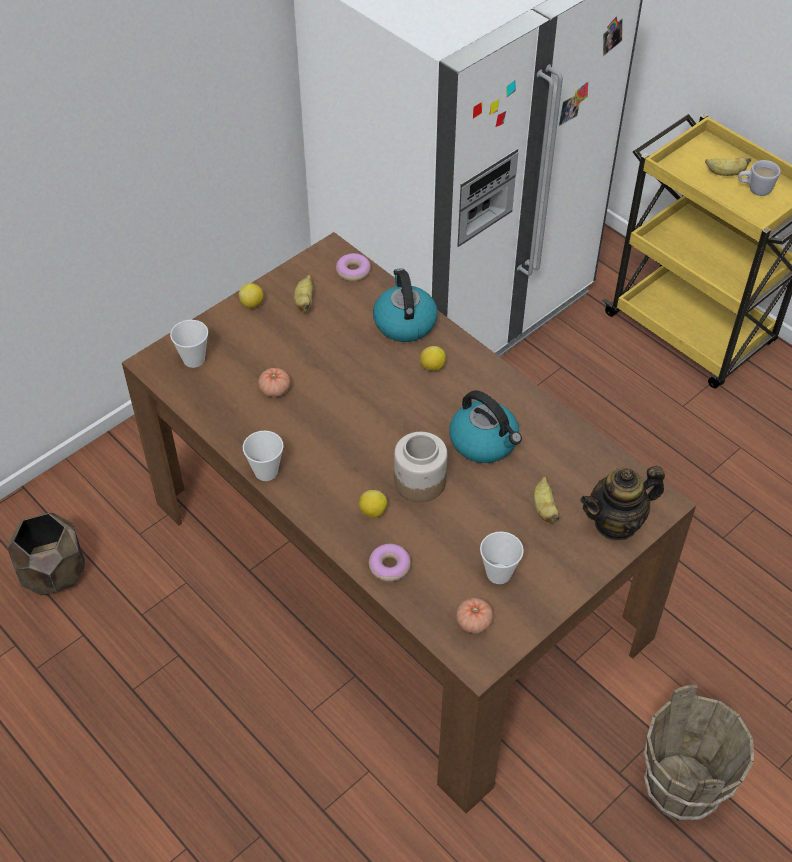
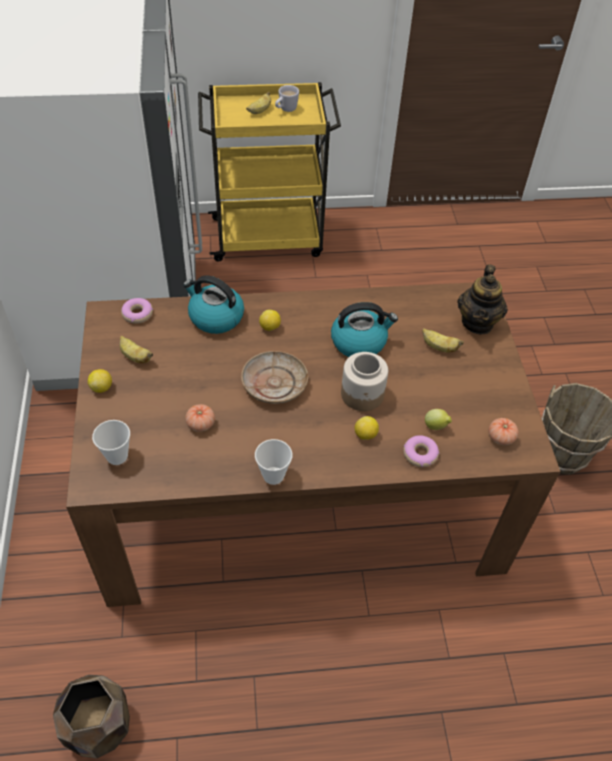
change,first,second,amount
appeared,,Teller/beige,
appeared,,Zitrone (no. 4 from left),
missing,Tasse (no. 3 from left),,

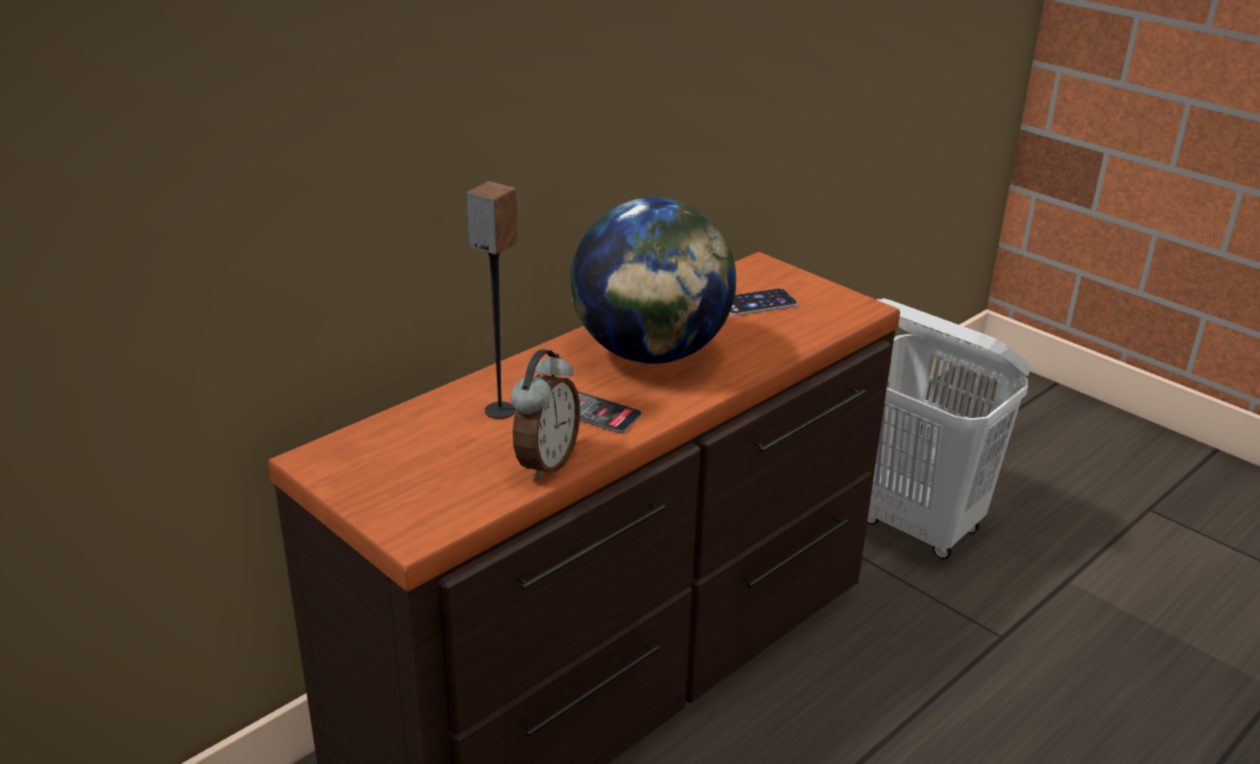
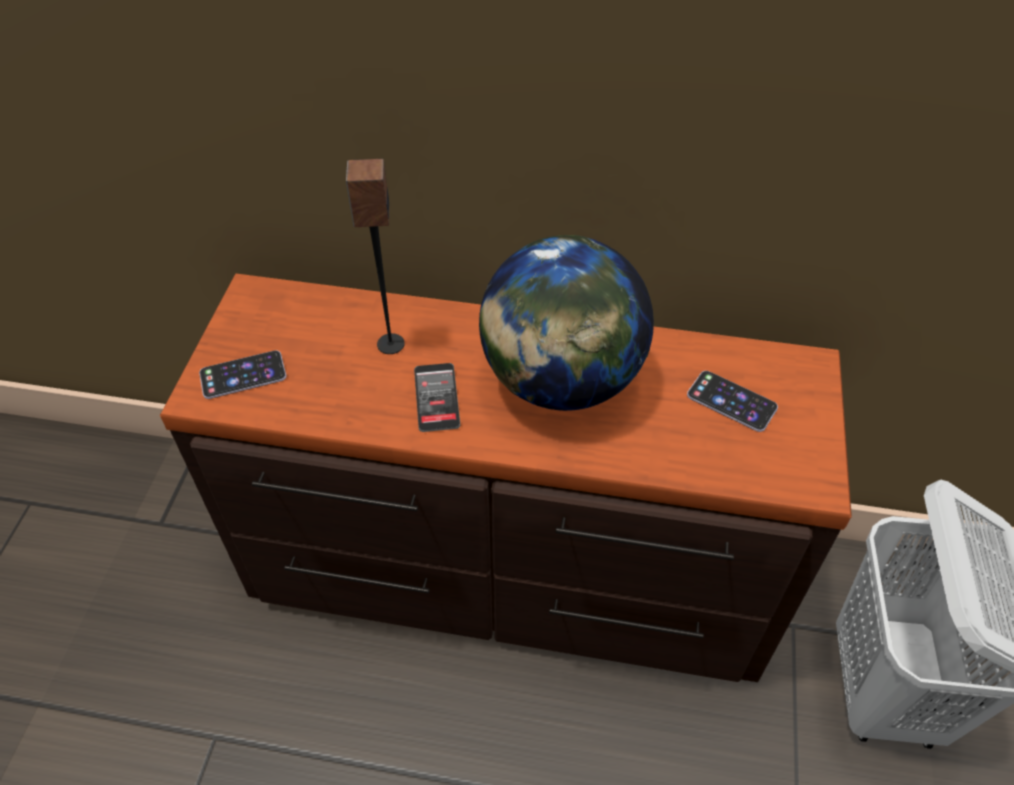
change,first,second,amount
appeared,,Handy (no. 1 from left),
missing,Wecker,,

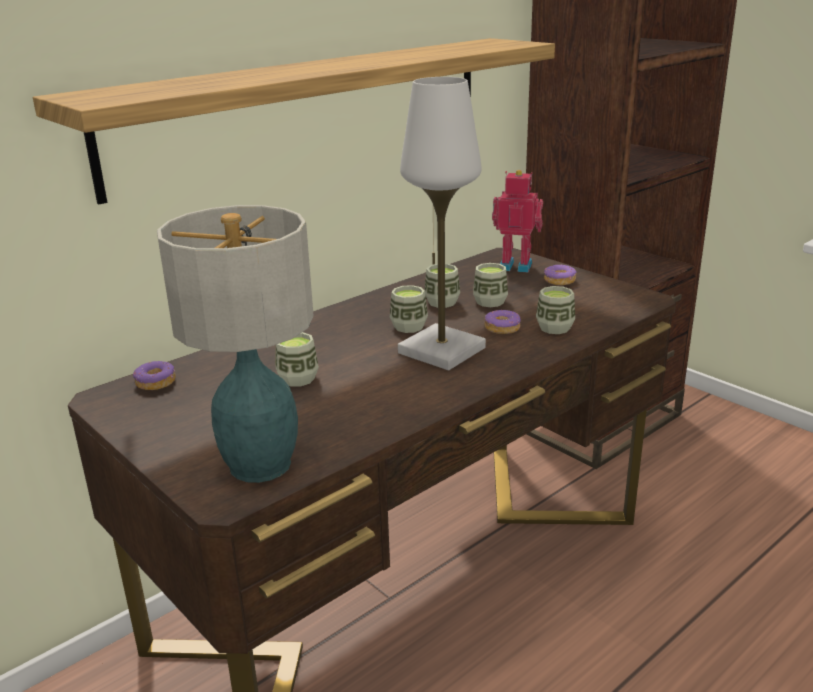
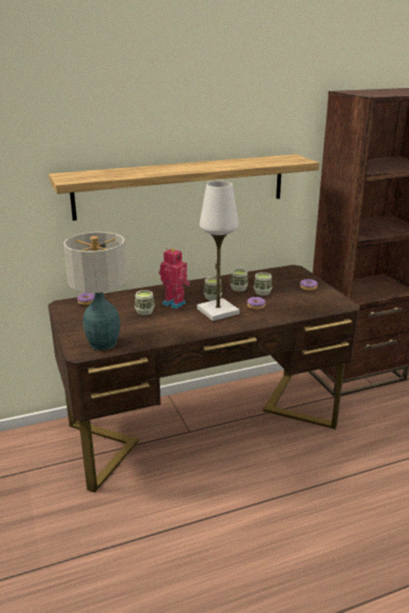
change,first,second,amount
relocated,Spielzeugroboter,,
missing,Tasse (no. 5 from left),,

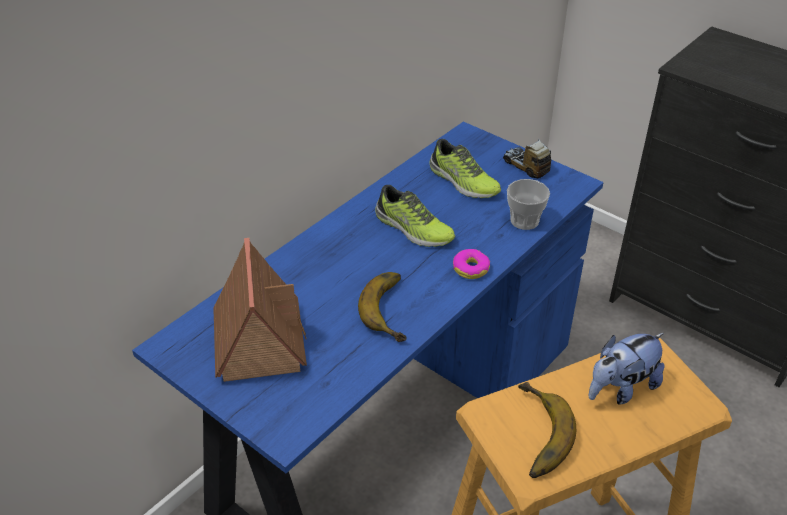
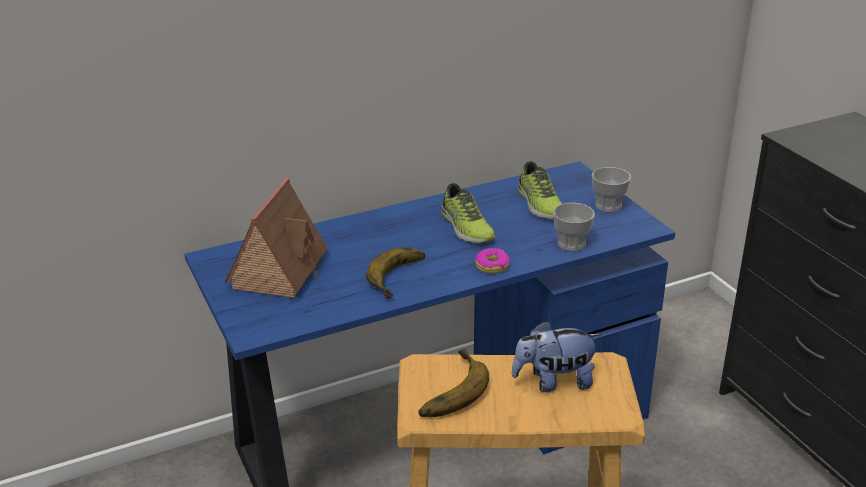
change,first,second,amount
exchanged,Spielzeuglaster,Tasse (no. 2 from left),

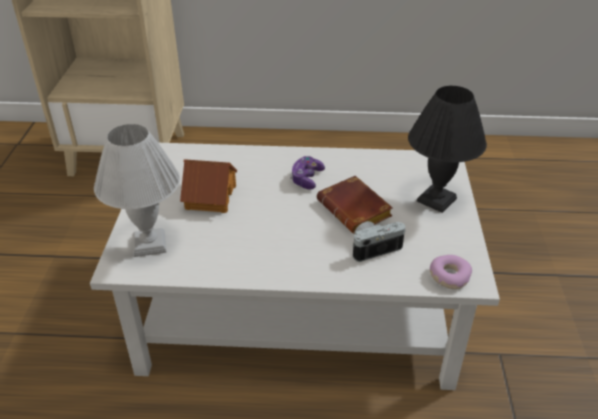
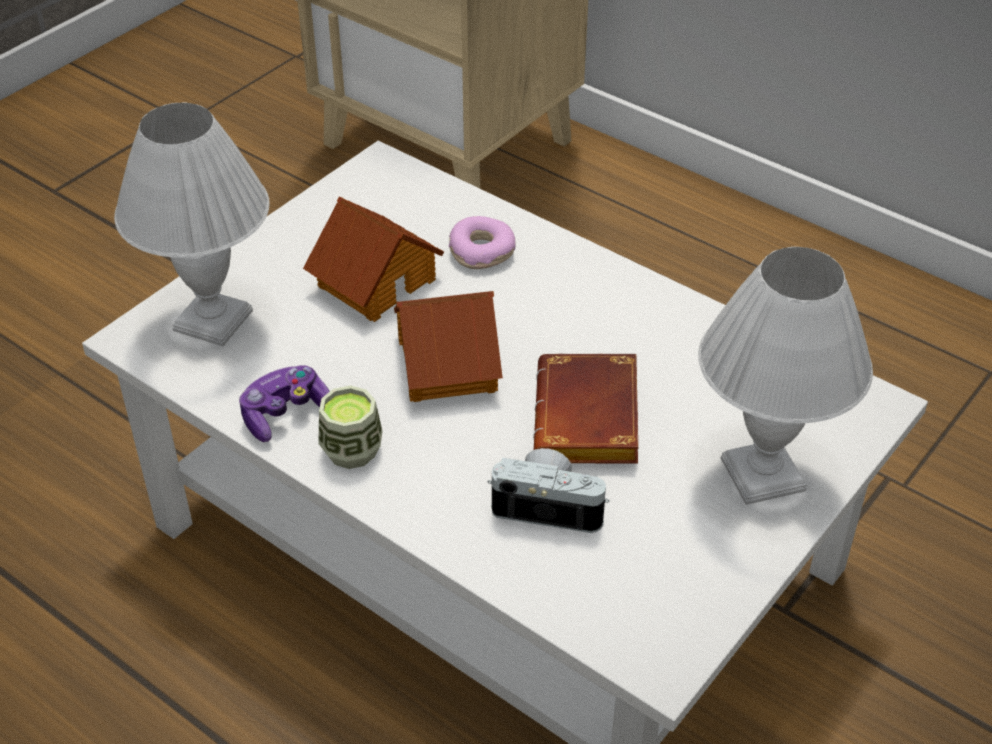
change,first,second,amount
relocated,Gamepad,,
appeared,,Tasse,
appeared,,Spielzeughaus (no. 2 from left),
relocated,Donut,,
colour,Tischlampe/schwarz,Tischlampe/weiß (no. 2 from left),

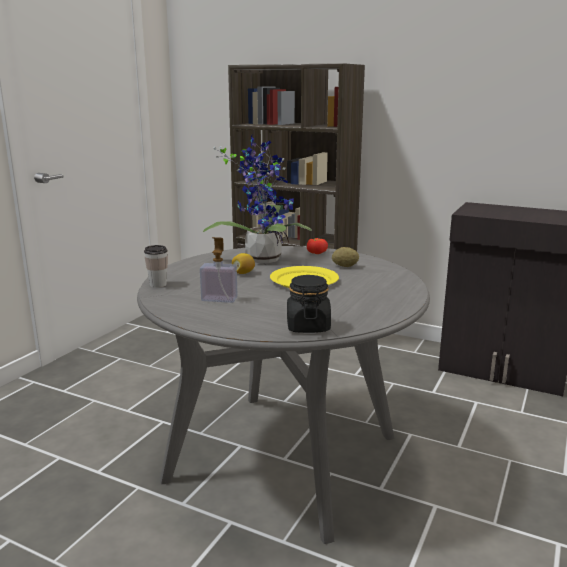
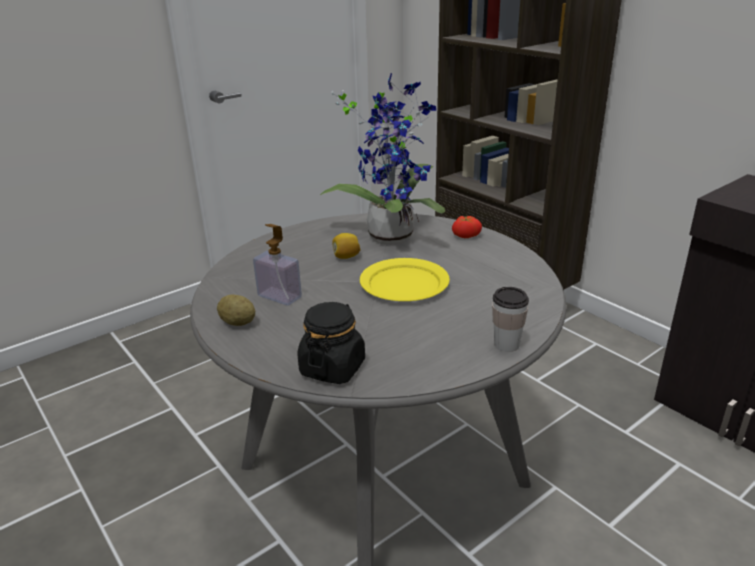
change,first,second,amount
relocated,Kartoffel,,
relocated,Tasse,,

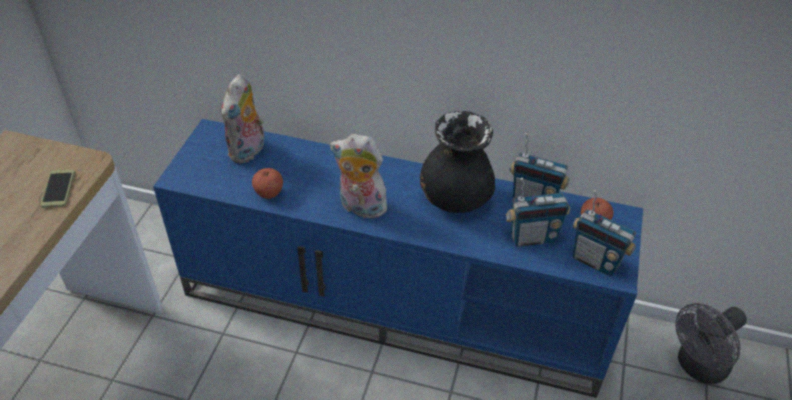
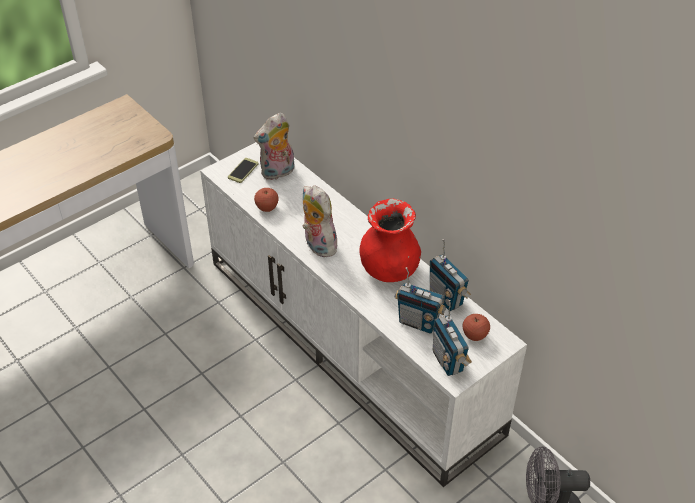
change,first,second,amount
colour,Fernsehschrank/blau,Fernsehschrank/weiß,
relocated,Handy,,
colour,Vase/schwarz,Vase/rot,

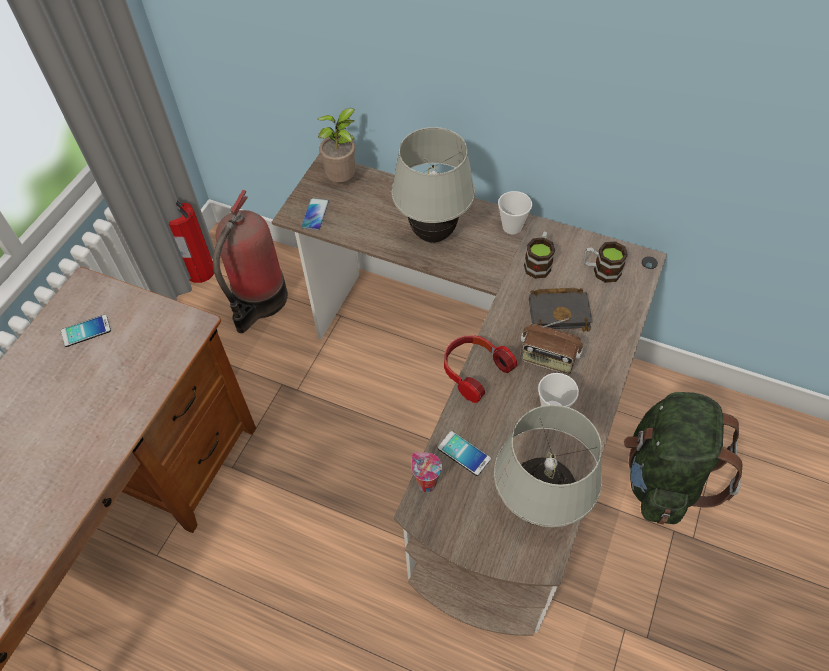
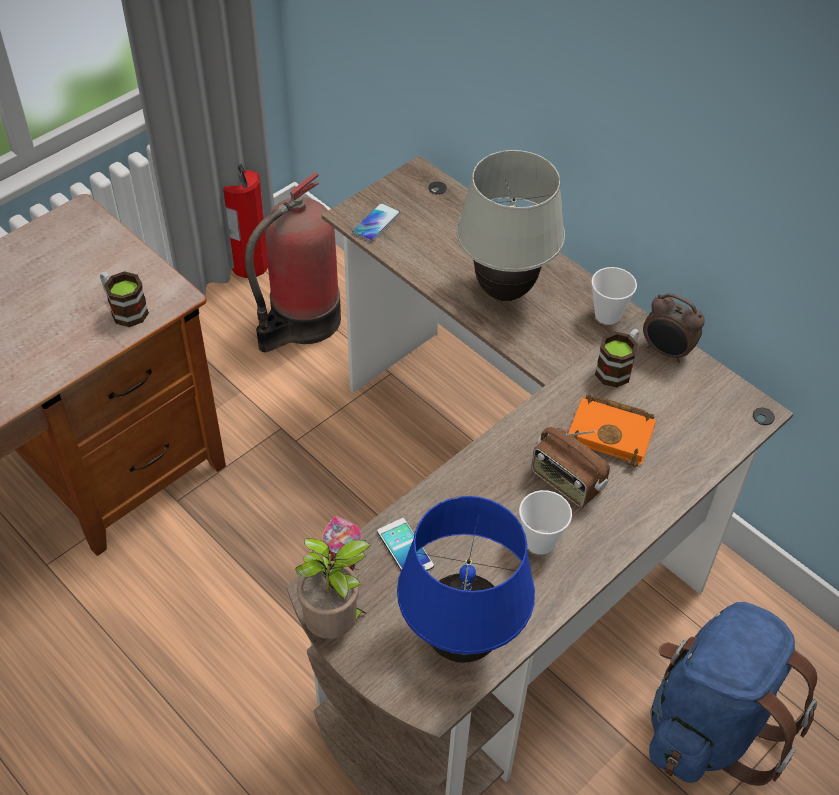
change,first,second,amount
relocated,Henkelbecher (no. 2 from left in the first image),Henkelbecher (no. 1 from left),
relocated,Topfpflanze,,
colour,Tischlampe/weiß (no. 2 from left),Tischlampe/blau,
colour,Buch/schwarz,Buch/orange,
appeared,,Wecker,
colour,Rucksack/grün,Rucksack/blau,
missing,Handy (no. 1 from left),,
missing,Kopfhörer,,

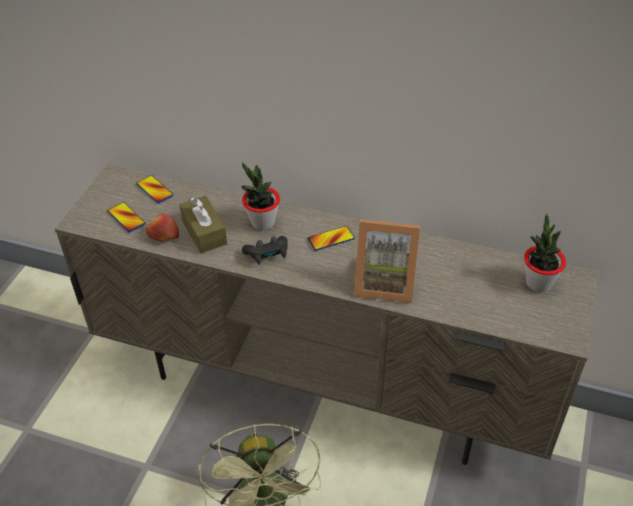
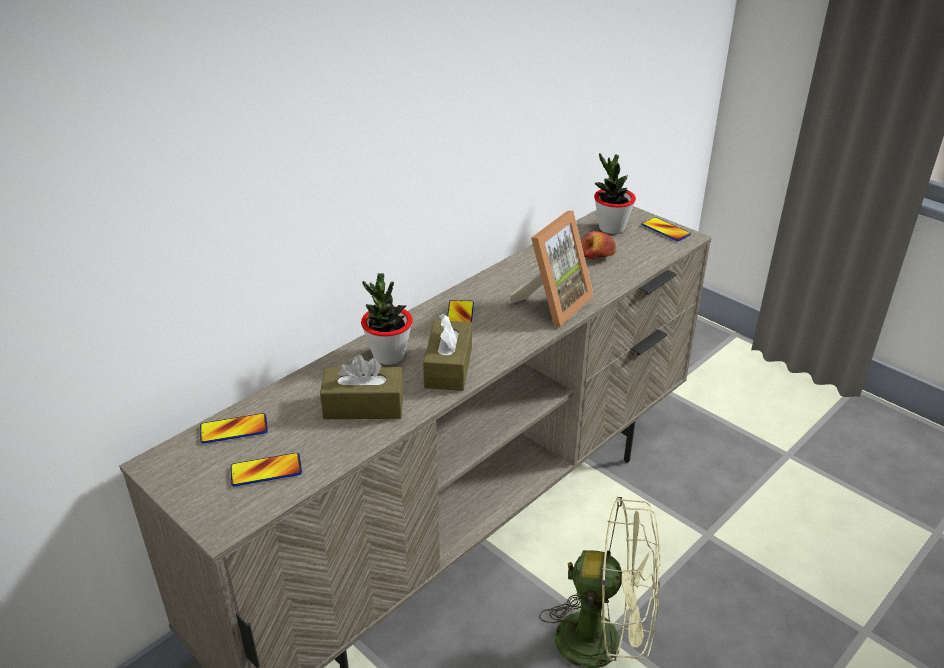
change,first,second,amount
exchanged,Gamepad/schwarz,Taschentuchbox/braun (no. 2 from left),
relocated,Apfel,,
appeared,,Handy (no. 4 from left),

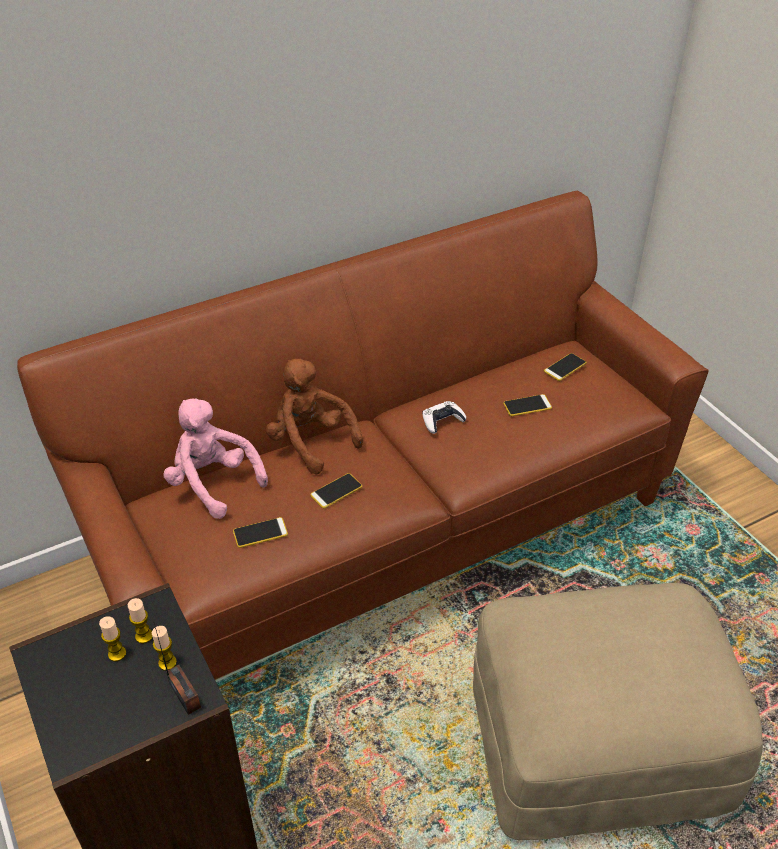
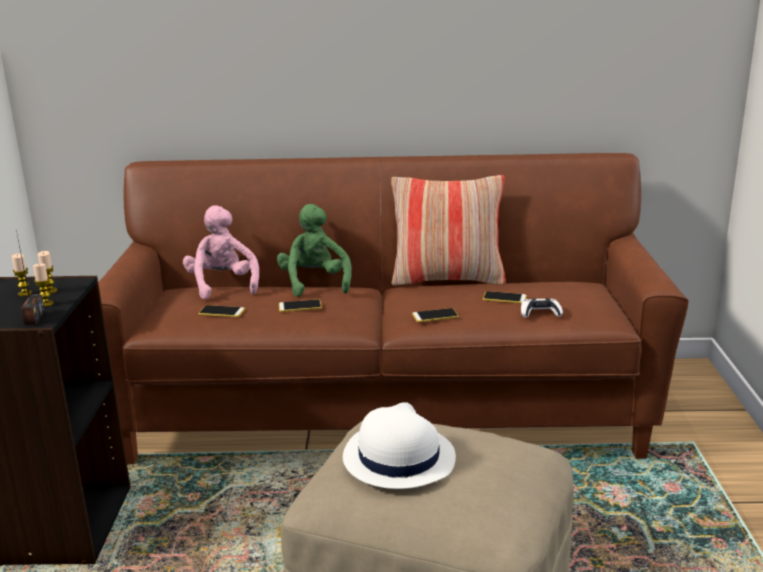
change,first,second,amount
colour,Plüschtier/braun,Plüschtier/grün,
appeared,,Hut/weiß,
appeared,,Kissen,
relocated,Handy (no. 4 from left in the first image),Handy (no. 3 from left),
relocated,Gamepad/weiß,,

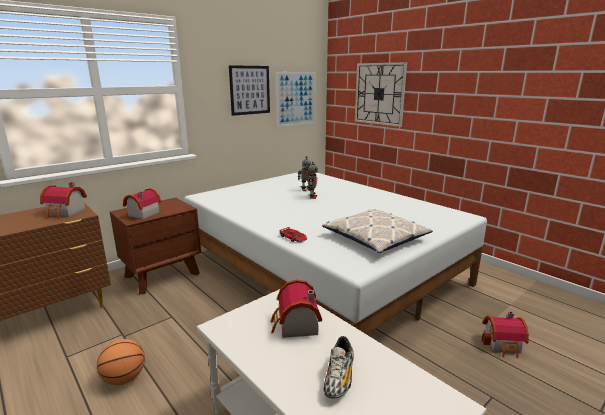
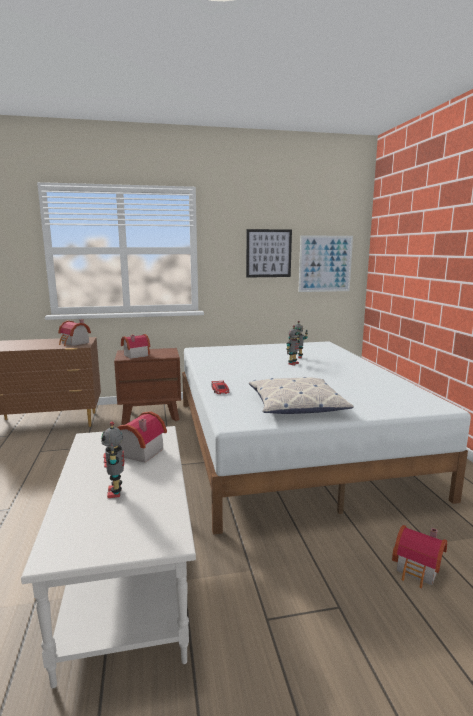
change,first,second,amount
exchanged,Schuh,Spielzeugroboter (no. 1 from left),
missing,Basketball,,
missing,Wanduhr,,

